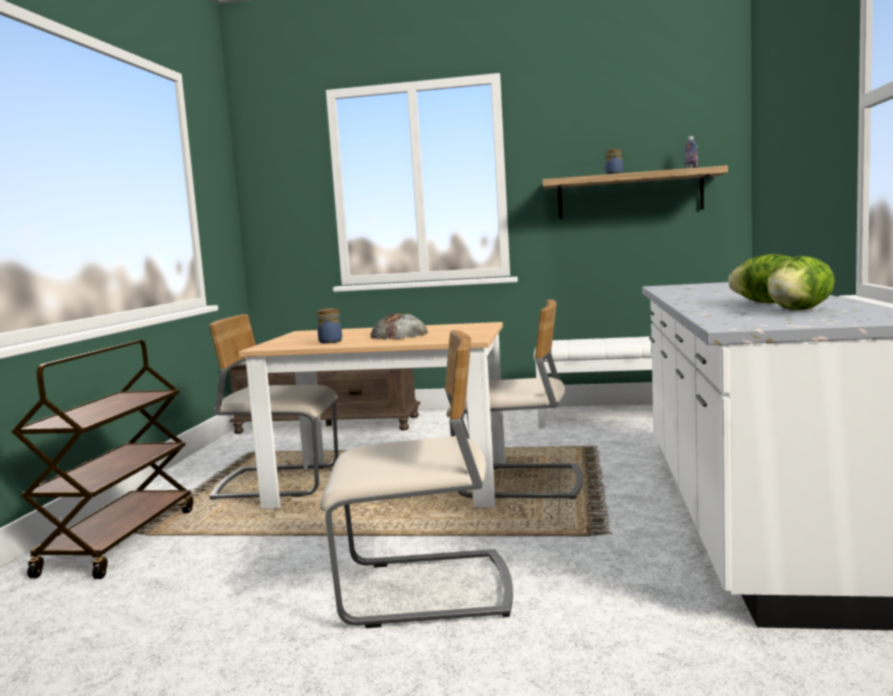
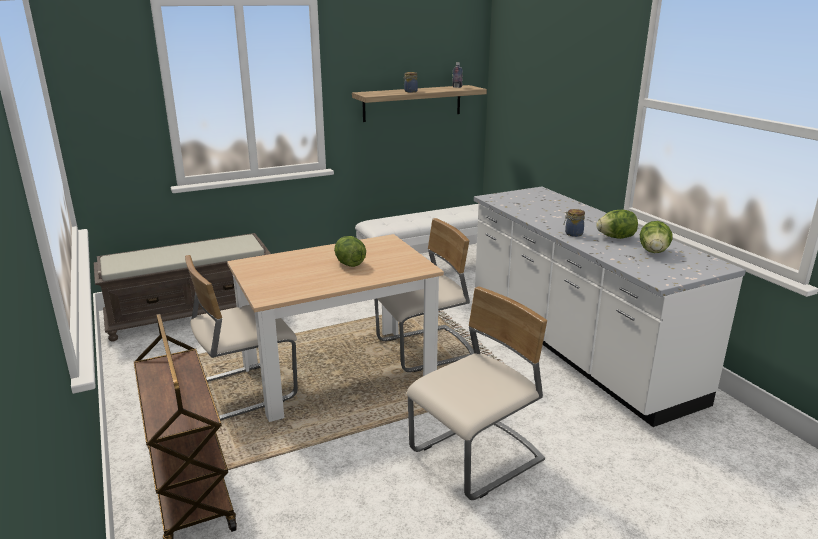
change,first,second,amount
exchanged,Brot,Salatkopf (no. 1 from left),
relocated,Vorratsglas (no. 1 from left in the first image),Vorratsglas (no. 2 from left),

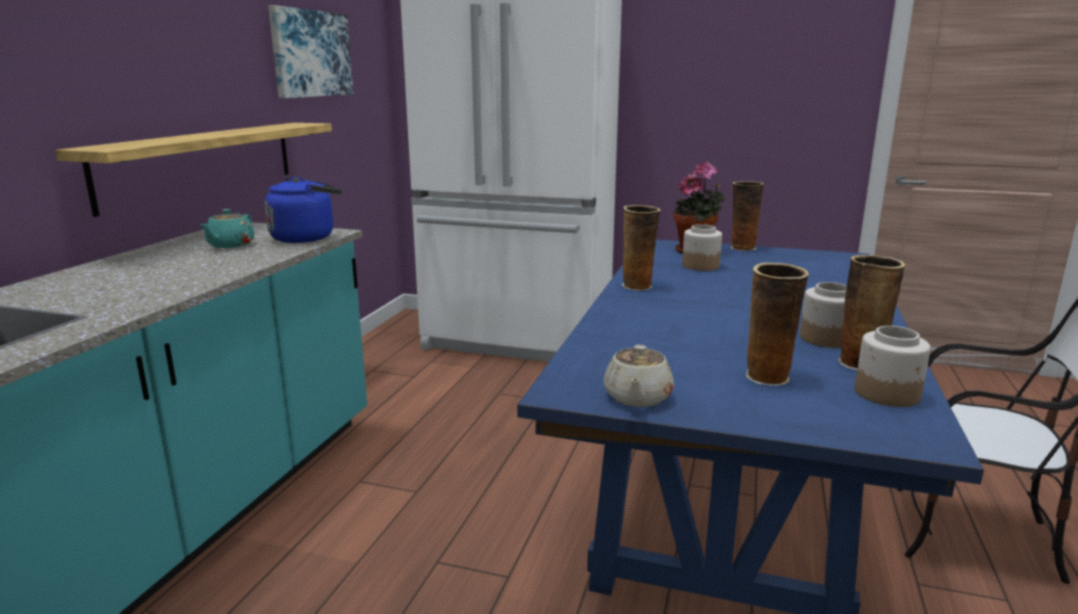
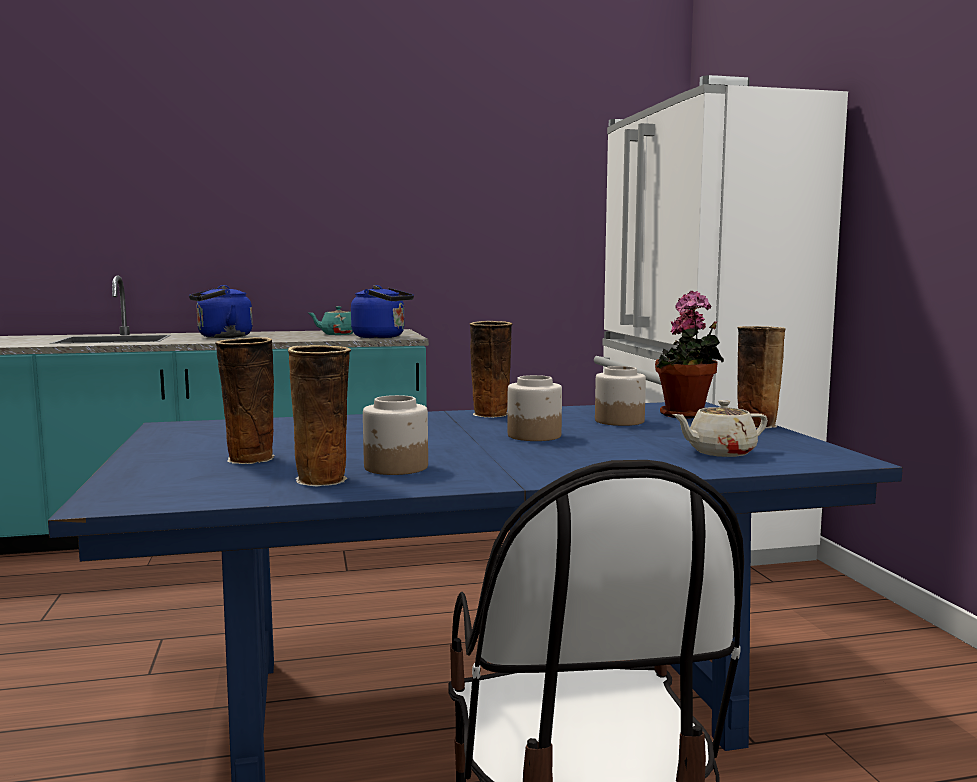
change,first,second,amount
appeared,,Wasserkessel/blau (no. 1 from left),
relocated,Vorratsglas (no. 3 from left in the first image),Vorratsglas (no. 2 from left),
relocated,Teekanne/beige,,
missing,Wandregal,,
missing,Bild,,

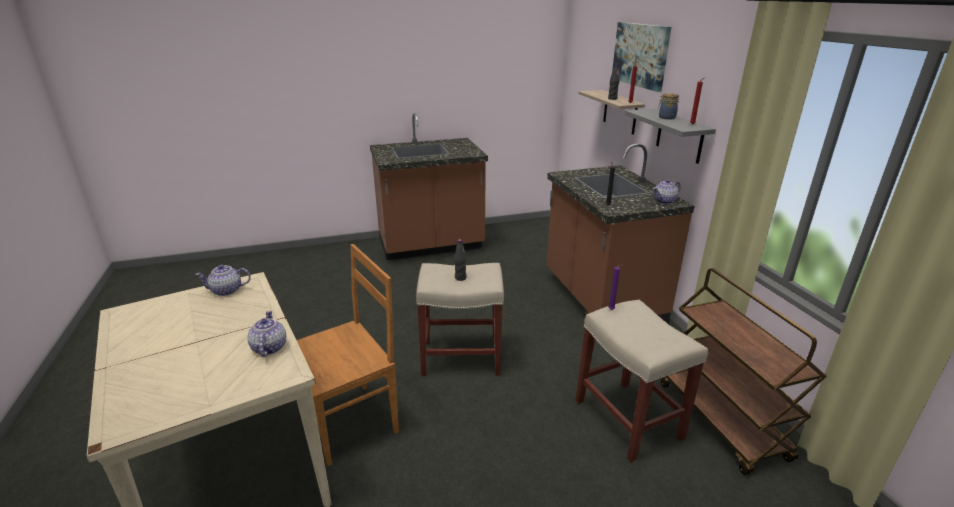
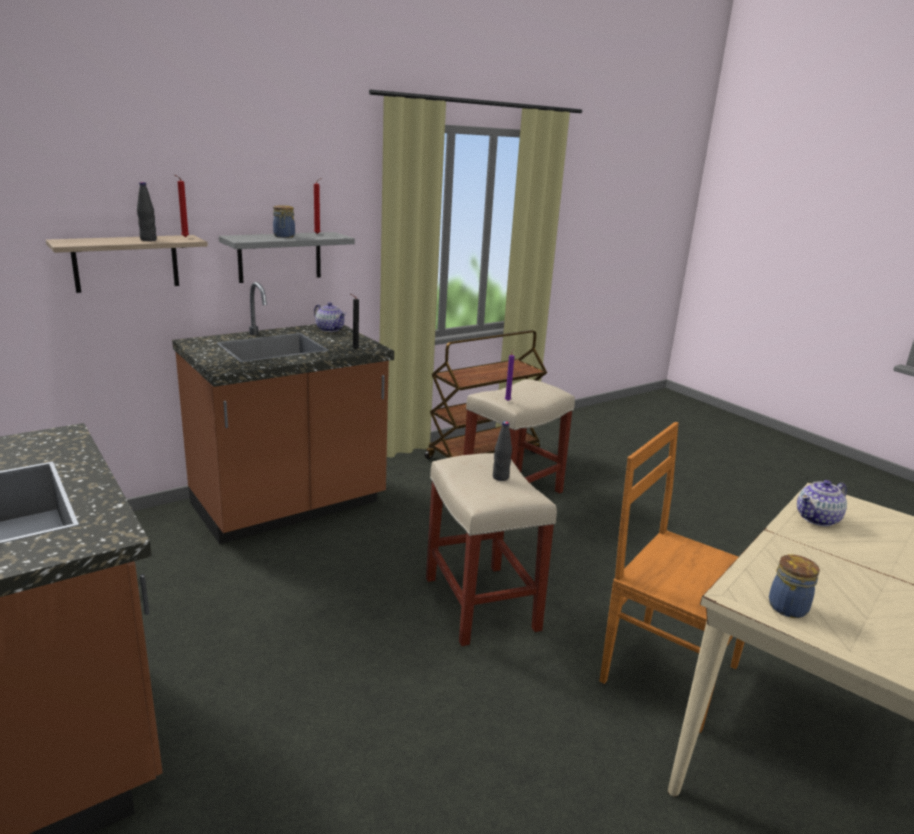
change,first,second,amount
exchanged,Teekanne (no. 1 from left),Vorratsglas (no. 2 from left),
missing,Bild,,

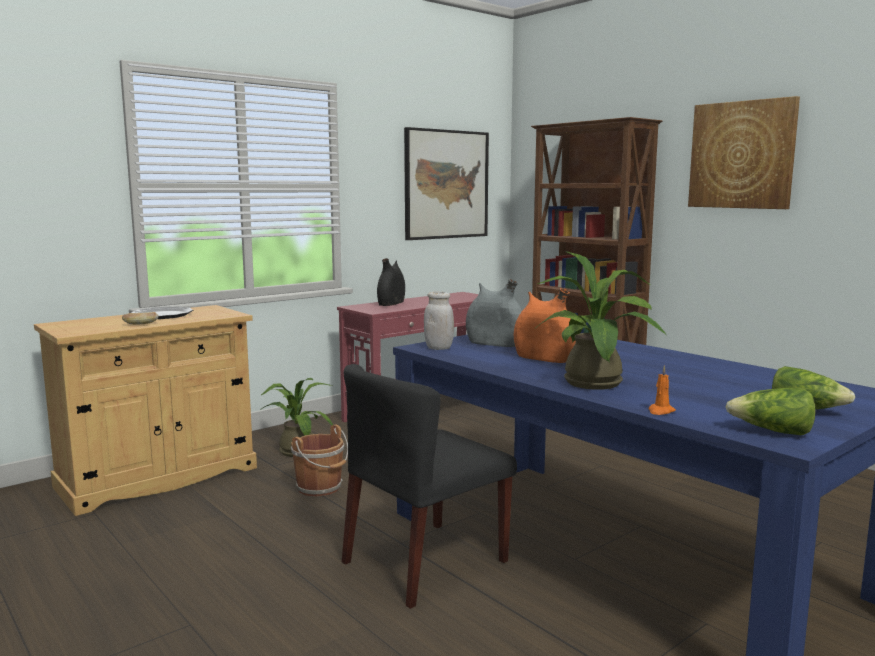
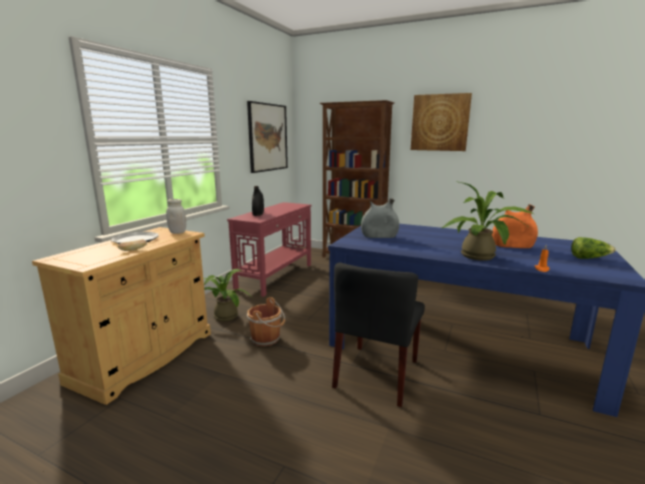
change,first,second,amount
relocated,Vorratsglas/weiß,,
relocated,Vase/orange,,
missing,Salatkopf (no. 1 from left),,

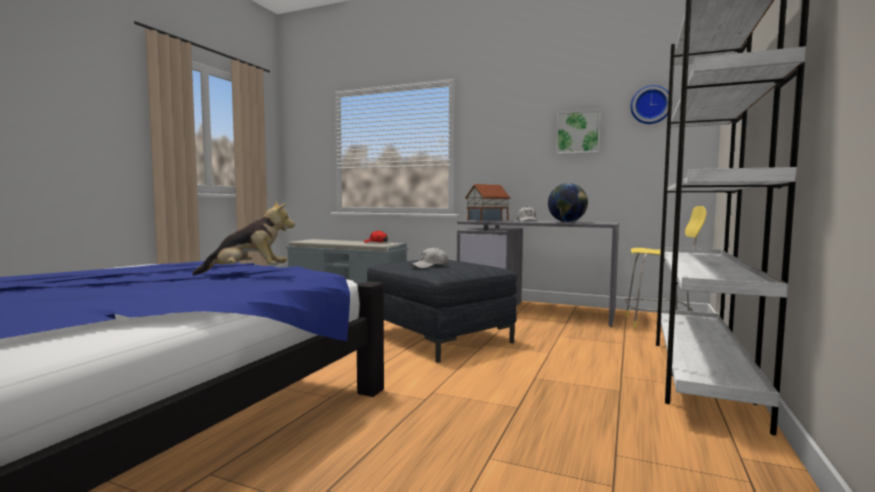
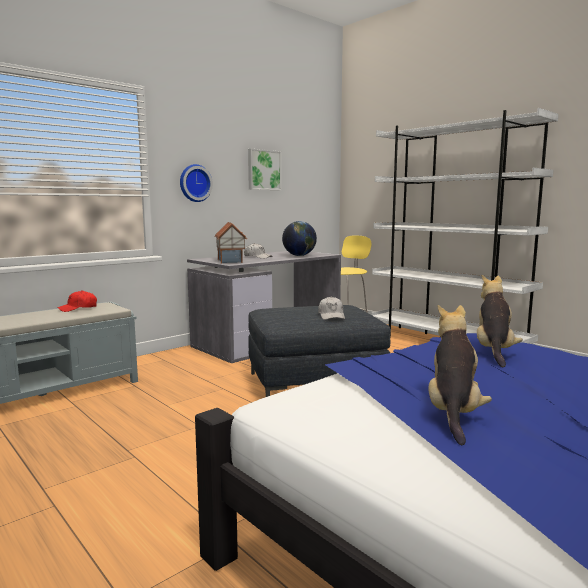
change,first,second,amount
relocated,Wanduhr,,
appeared,,Plüschtier (no. 1 from left),

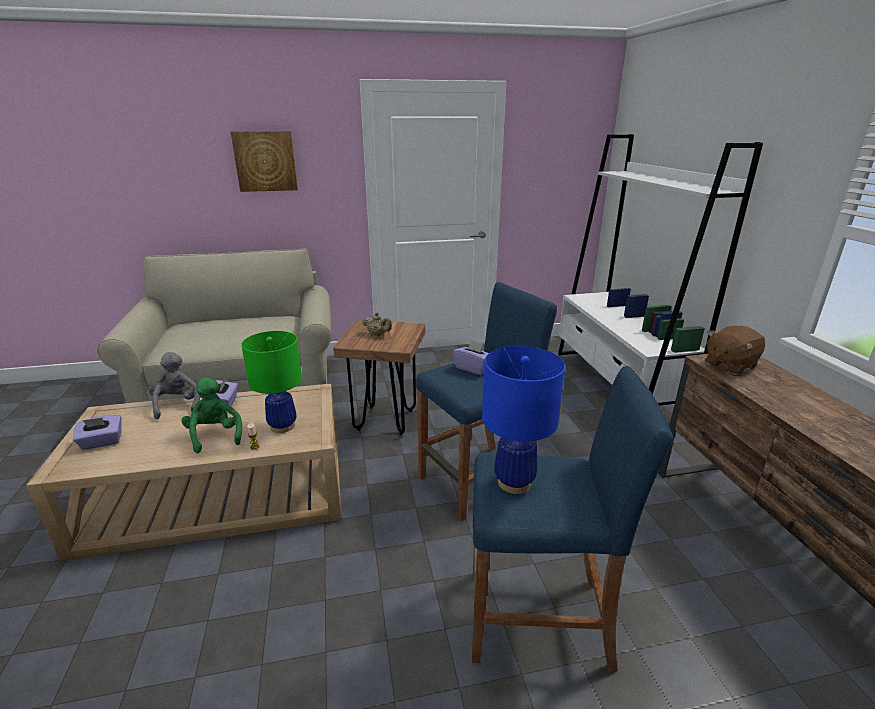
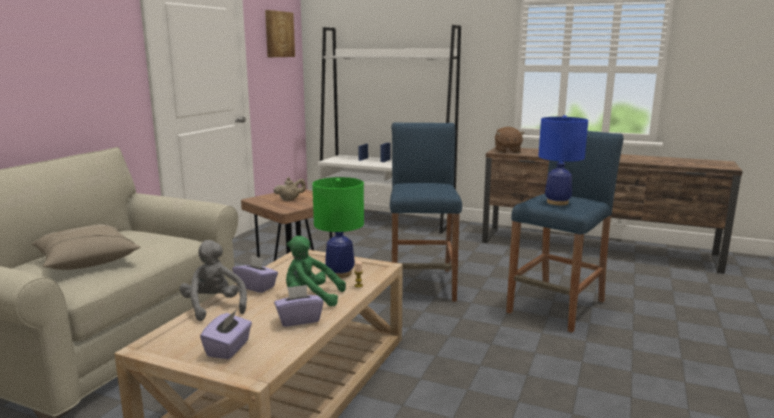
change,first,second,amount
appeared,,Kissen/beige,
spun,Plüschtier/grau,,45 degrees clockwise
relocated,Bild,,
relocated,Taschentuchbox/lila (no. 3 from left),,

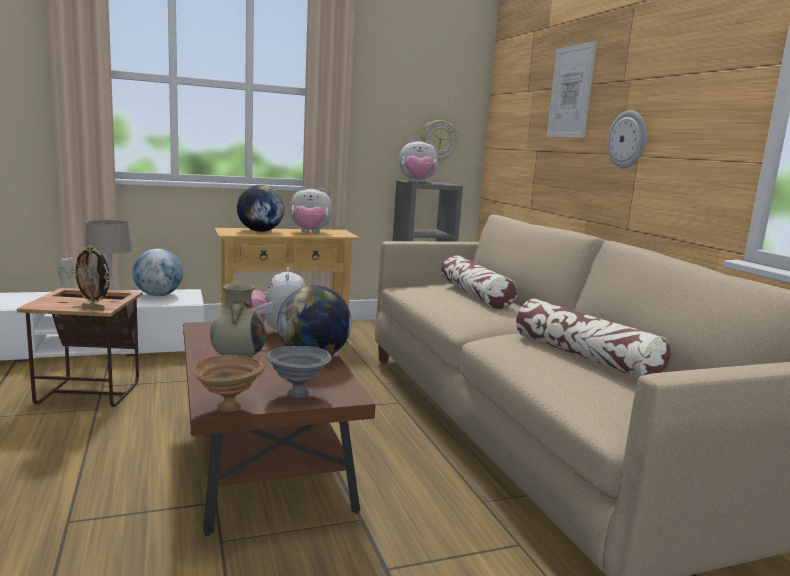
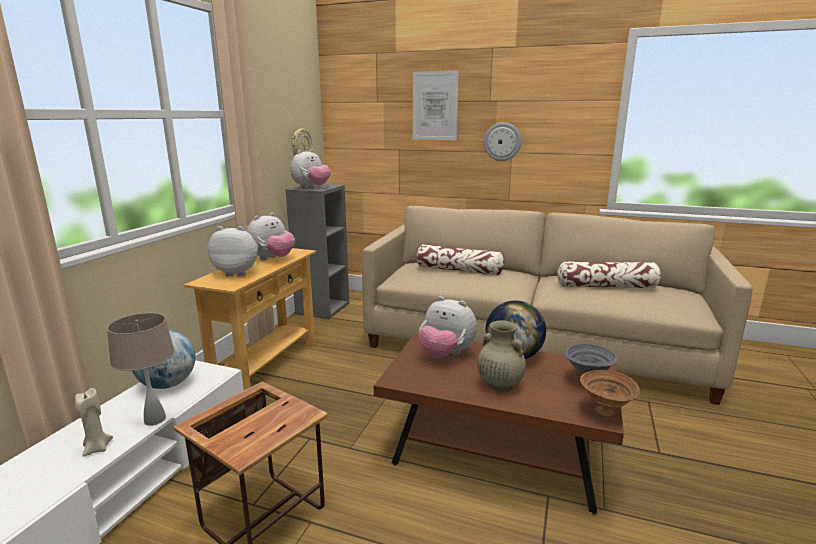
change,first,second,amount
exchanged,Globus (no. 2 from left),Plüschtier (no. 1 from left),
missing,Bilderrahmen,,

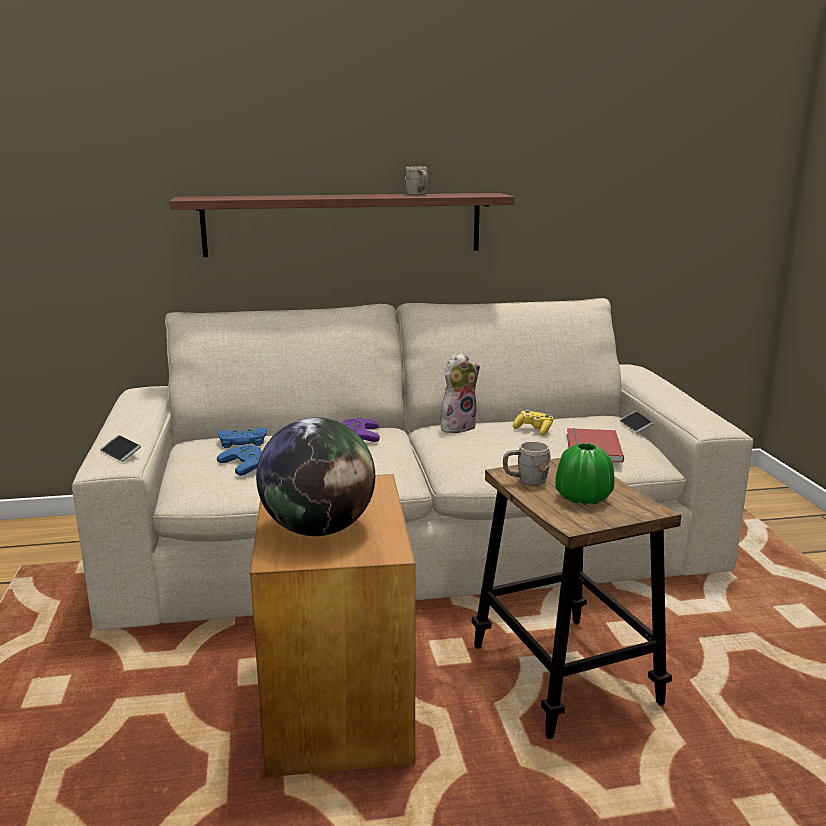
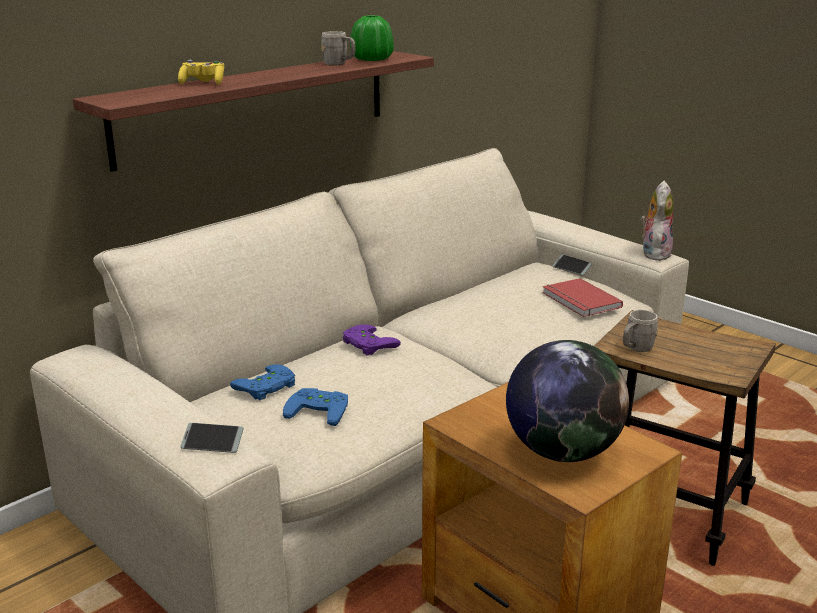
change,first,second,amount
relocated,Gamepad/gelb,,
relocated,Vase/grün,,
relocated,Plüschtier,,

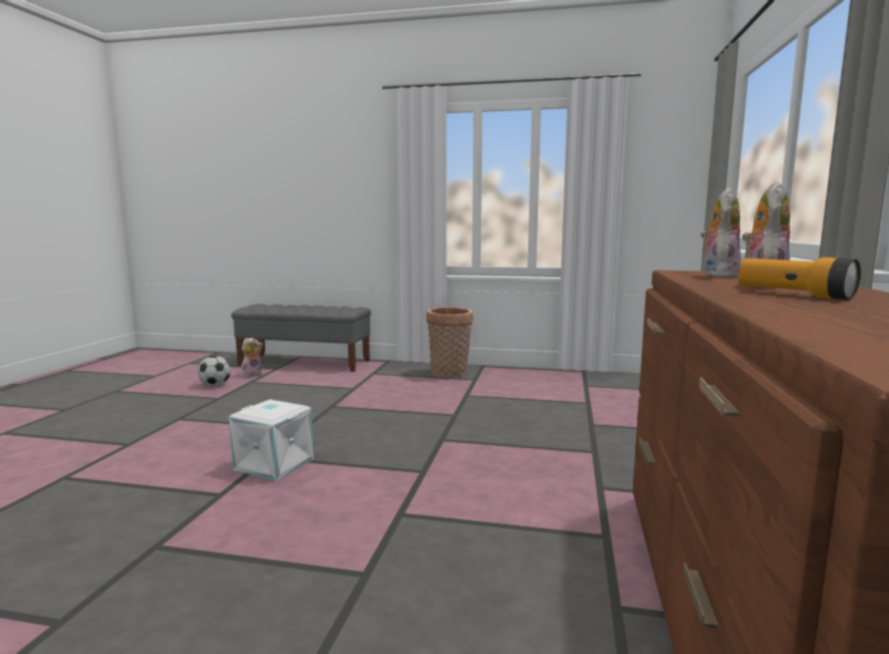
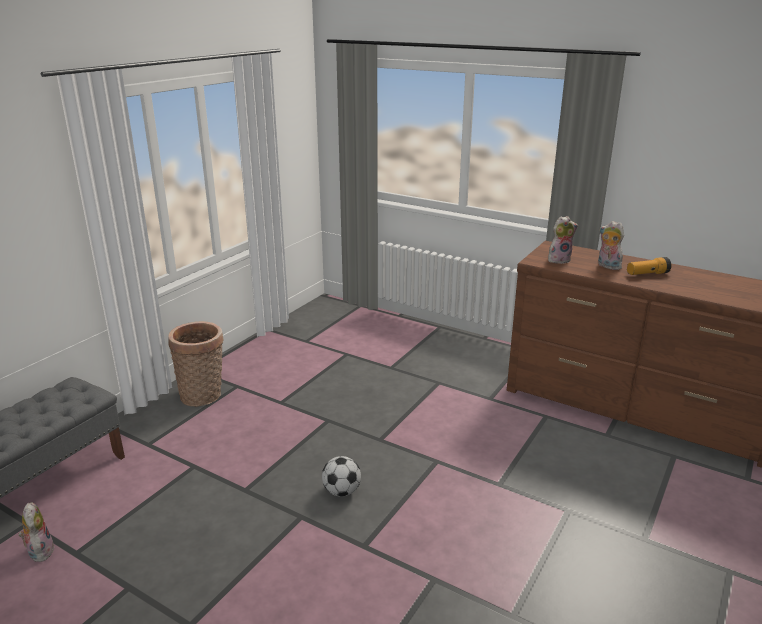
change,first,second,amount
relocated,Fußball,,
spun,Plüschtier (no. 2 from left),,120 degrees clockwise
missing,Aufbewahrungsbox/weiß,,

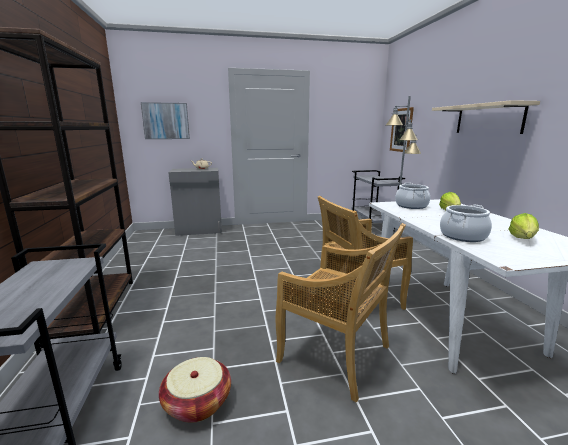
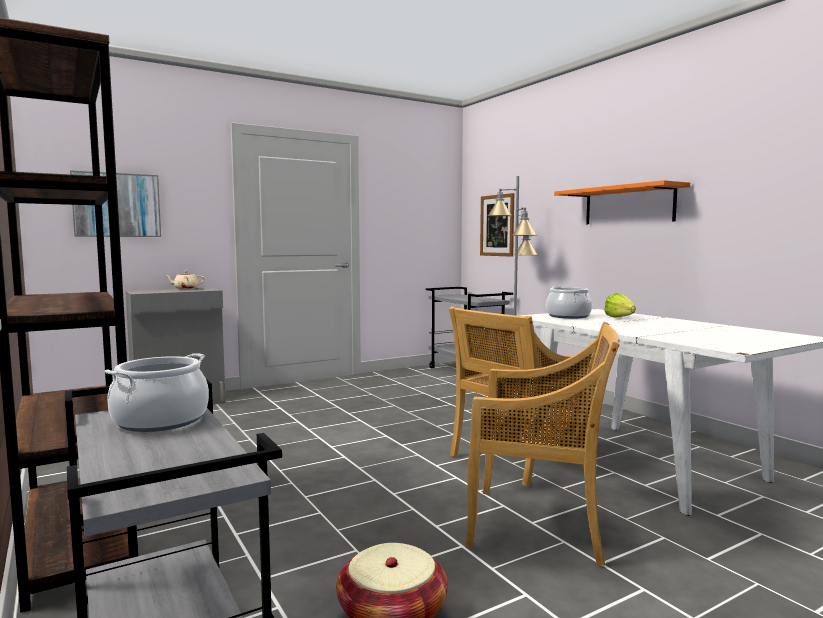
change,first,second,amount
relocated,Kochtopf (no. 2 from left in the first image),Kochtopf (no. 1 from left),
colour,Wandregal/beige,Wandregal/orange,
missing,Salatkopf (no. 2 from left),,

